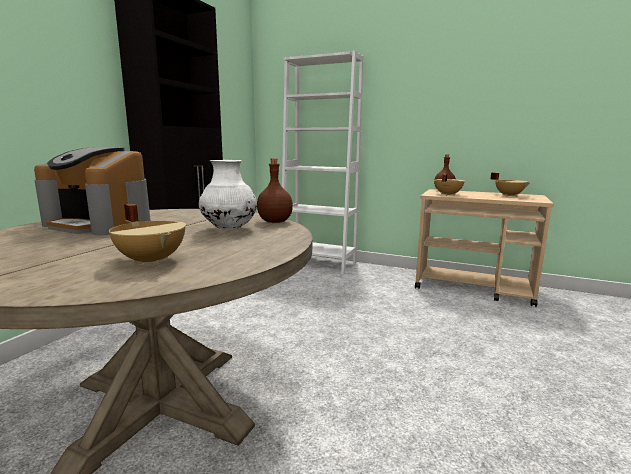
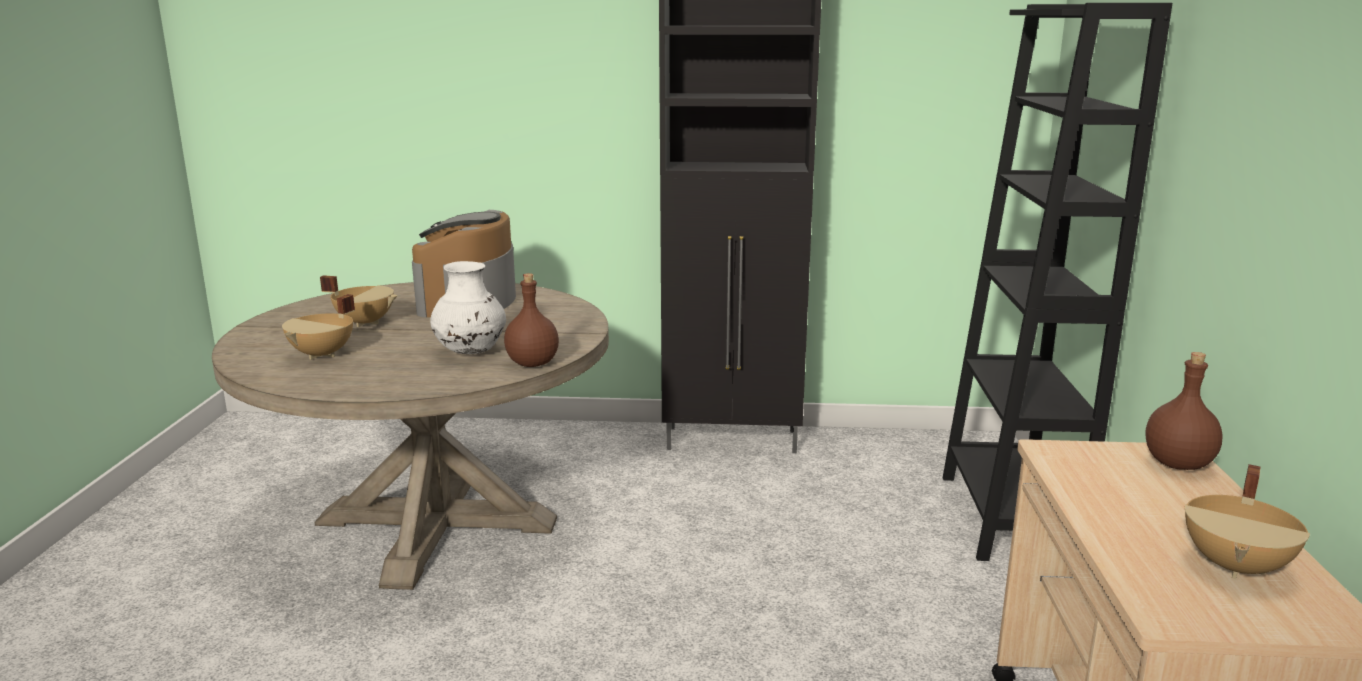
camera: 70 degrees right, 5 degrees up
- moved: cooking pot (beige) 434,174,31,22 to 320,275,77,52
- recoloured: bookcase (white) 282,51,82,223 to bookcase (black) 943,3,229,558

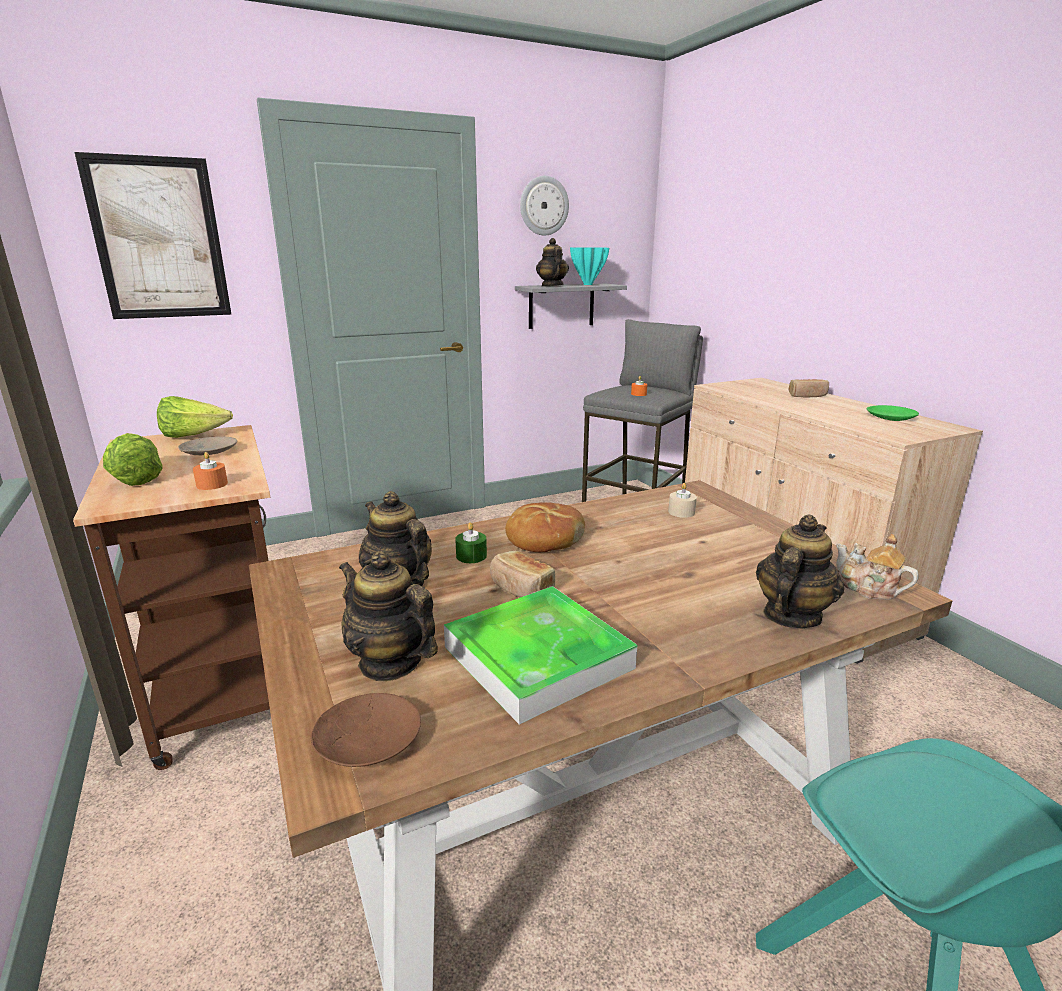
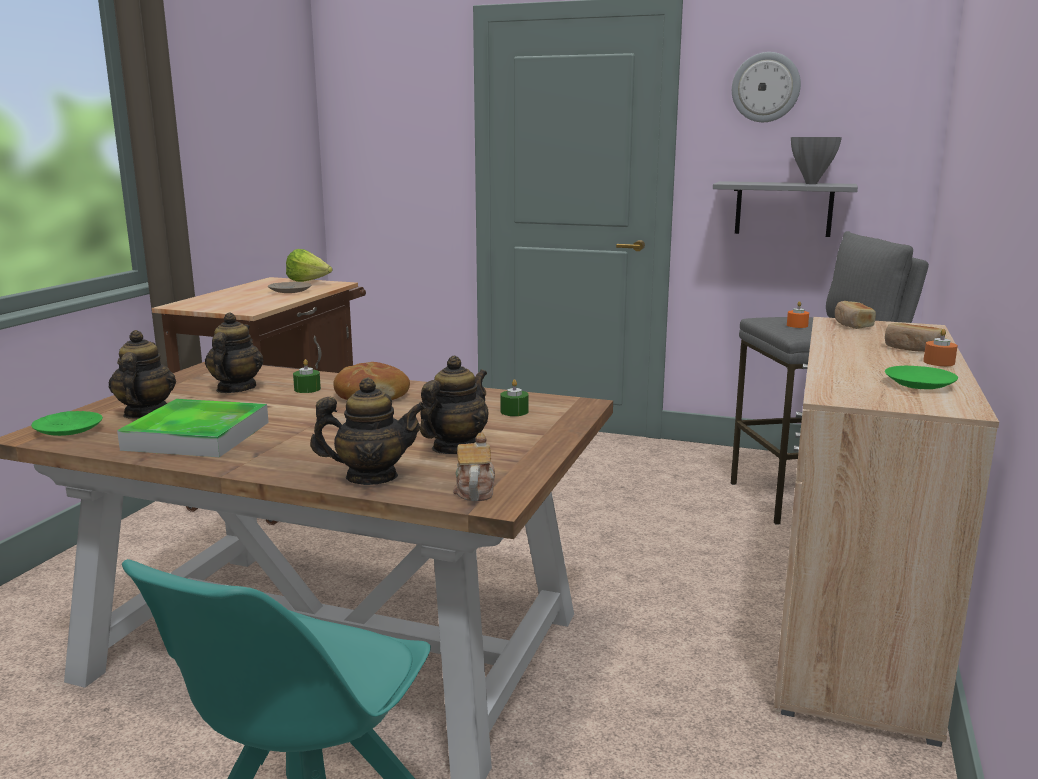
camera: 45 degrees right, 5 degrees down
- recoloured: plate (brown) 310,693,111,74 to plate (green) 31,411,72,25
- moved: teapot 536,238,33,48 to 420,356,69,98
- recoloured: candle (beige) 668,483,29,35 to candle (green) 500,379,29,37
- recoloured: vase (turquoise) 570,248,39,37 to vase (grey) 791,137,51,47
- moved: bread 490,551,65,46 to 835,301,41,28
- moved: candle (orange) 193,452,35,38 to 923,329,35,37
- removed: picture 74,152,158,167
- removed: lettuce 103,433,60,53

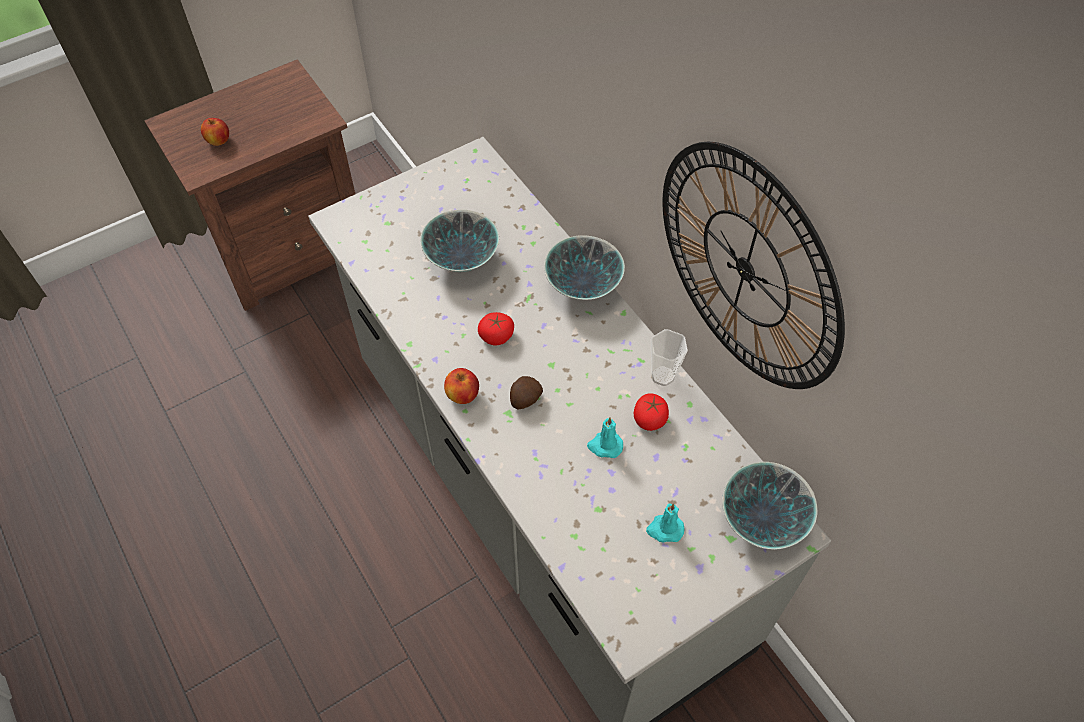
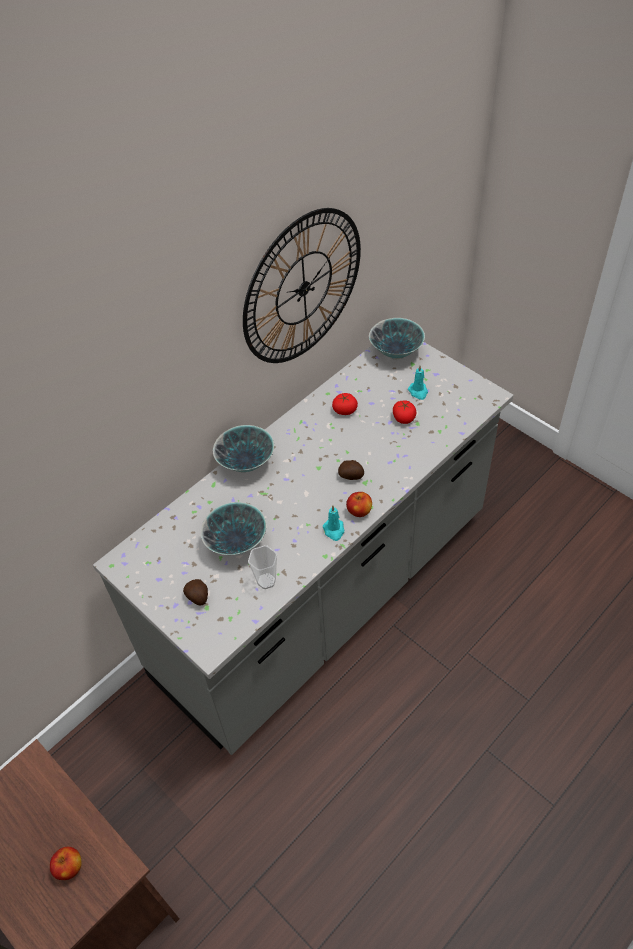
camera: 100 degrees left, 5 degrees down
- added: potato 183,579,25,26
- moved: cup 651,329,37,57 to 248,545,29,44
- moved: candle (turquoise) 587,417,36,41 to 323,505,21,36
- moved: tomato 478,312,36,33 to 393,401,23,23

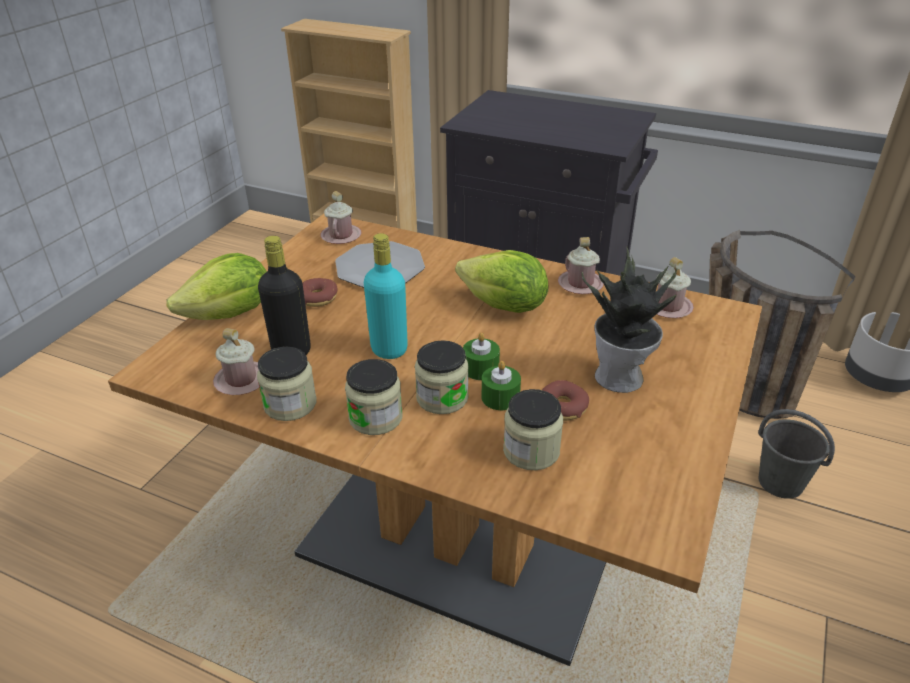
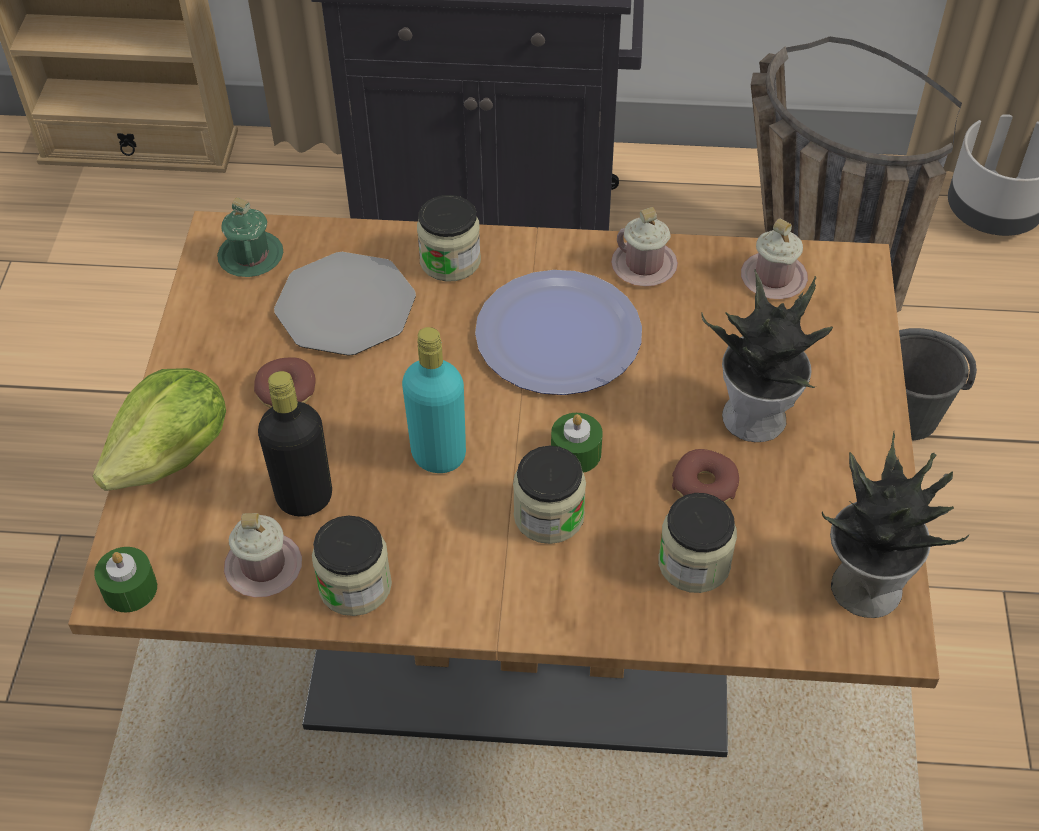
camera: 20 degrees left, 15 degrees up
- moved: candle (green) 481,361,40,49 to 94,547,63,65
- recoloured: mug (pink) 320,191,41,53 to mug (green) 217,197,66,80
- moved: jar 345,359,58,76 to 417,195,64,87
- replaced: lettuce 455,250,93,63 to plate 475,270,167,125
- added: potted plant 822,432,147,186

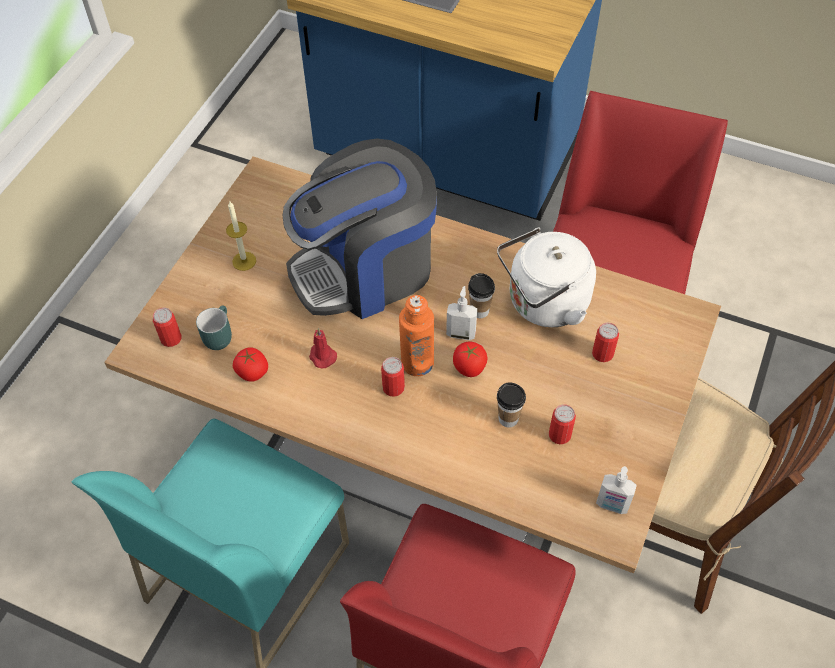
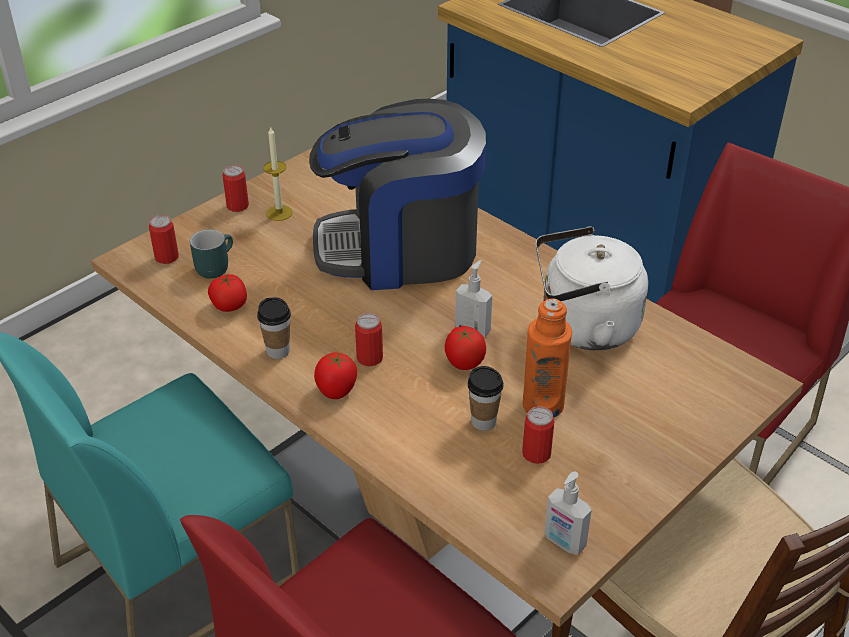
camera: 20 degrees right, 15 degrees down
- moved: can 592,323,27,39 to 222,165,27,47
- moved: cup 468,273,27,45 to 257,297,34,62
- added: tomato 314,352,43,47
- moved: bottle (orange) 399,295,35,81 to 523,298,49,120
- removed: candle (red) 309,328,28,40

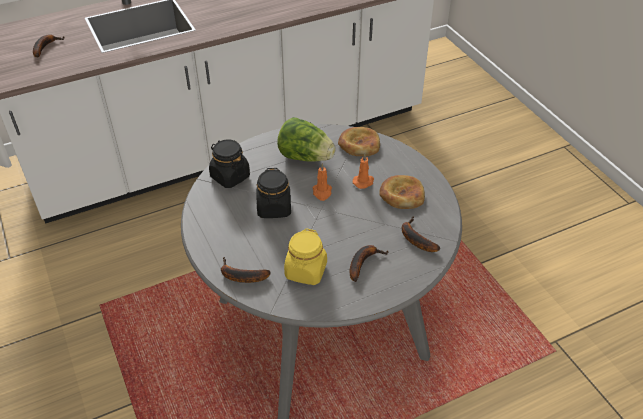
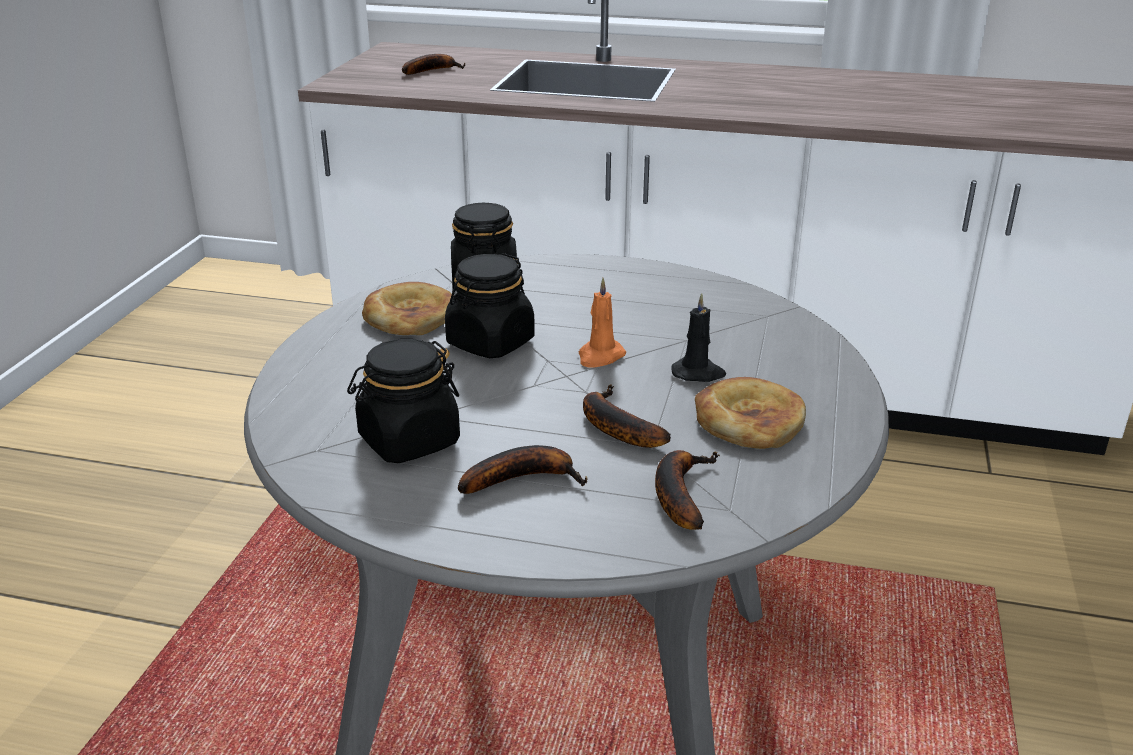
camera: 40 degrees right, 15 degrees down
- recoloured: jar (yellow) 284,228,43,57 to jar (black) 347,339,113,124
- moved: bread 338,127,42,29 to 362,282,90,53
- moved: banana 221,257,50,26 to 583,384,88,64
- recoloured: candle (orange) 353,154,21,35 to candle (black) 672,293,54,89
- removed: lettuce 277,117,59,45

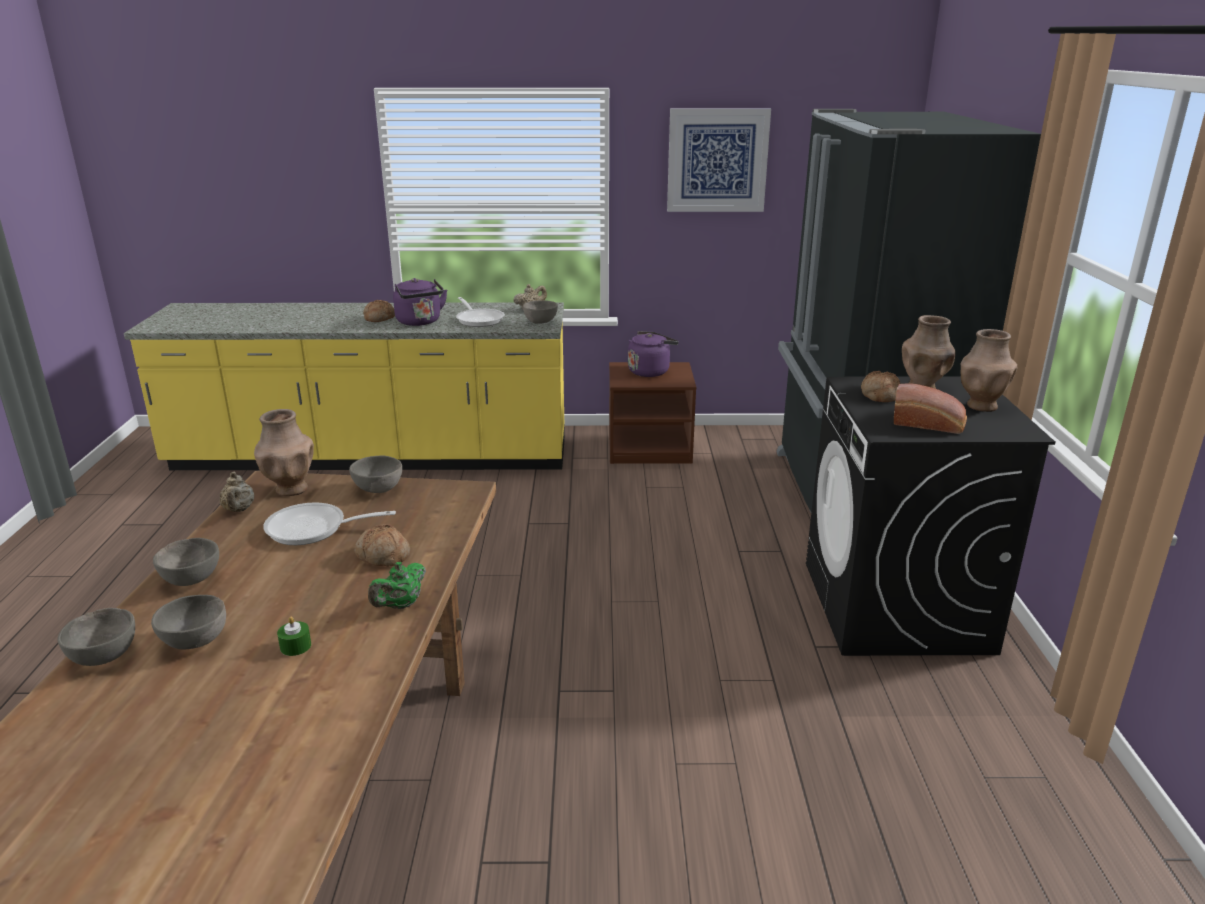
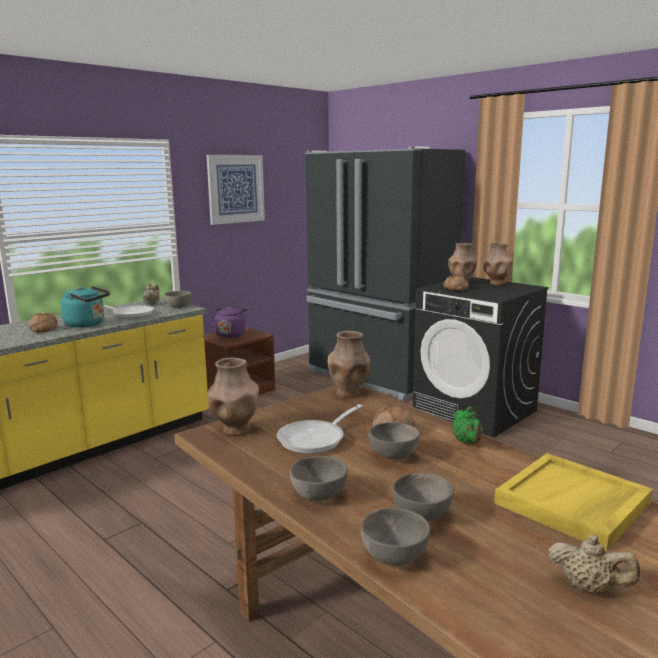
camera: 45 degrees left, 10 degrees down
- recoloured: kettle (purple) 393,278,54,48 to kettle (turquoise) 60,286,50,41
- added: vase (brown) 328,331,42,68
- moved: bowl (grey) 349,455,53,38 to 369,422,51,37
- added: tray (yellow) 494,453,159,98
- moved: teapot (beige) 220,472,34,40 to 549,535,91,58
- removed: candle (green) 277,617,34,39
- removed: bread 894,384,73,50

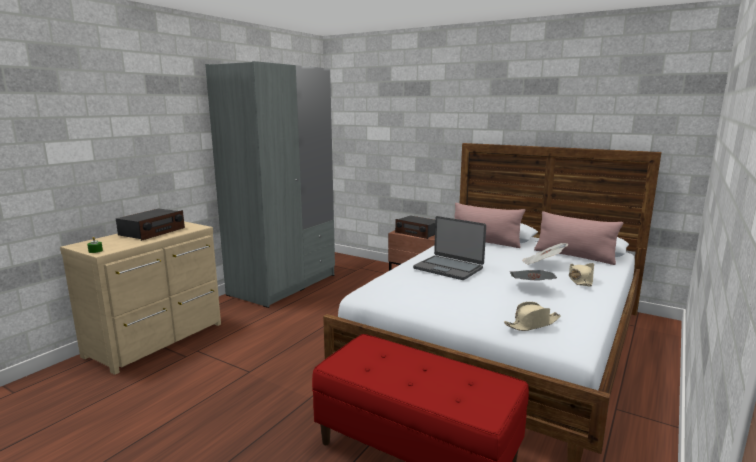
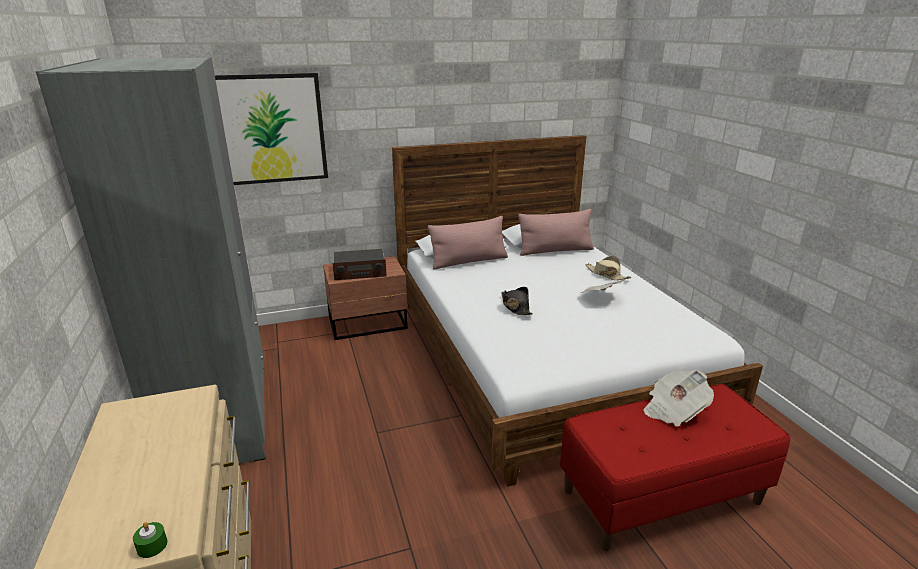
camera: 50 degrees left, 10 degrees up
- added: picture 215,73,113,112
- replaced: laptop 413,216,73,64 to hat (black) 501,287,32,28
- moved: newspaper 522,243,46,22 to 643,369,71,57
- removed: radio 116,208,69,33
- removed: hat (beige) 504,302,56,29

